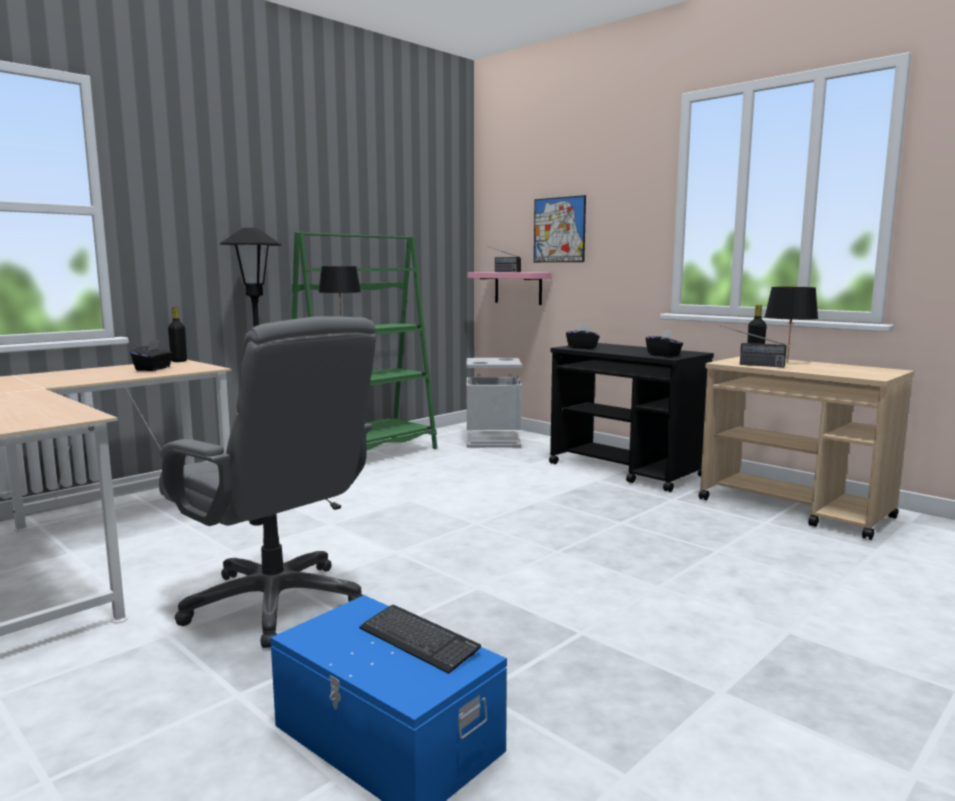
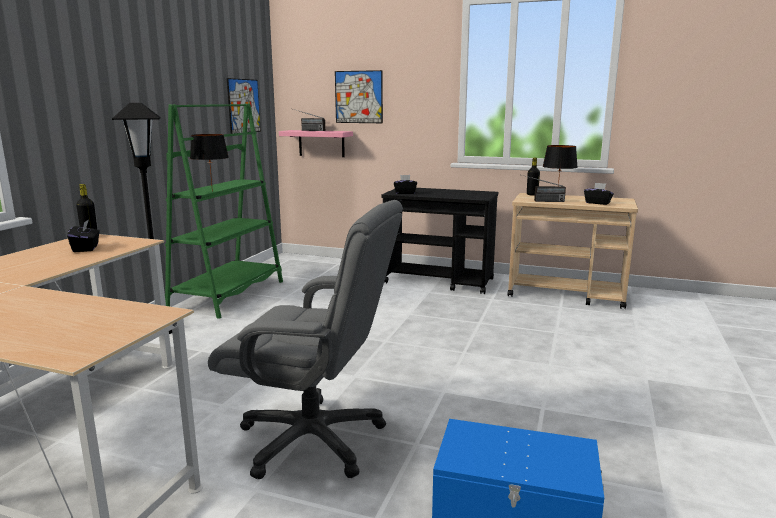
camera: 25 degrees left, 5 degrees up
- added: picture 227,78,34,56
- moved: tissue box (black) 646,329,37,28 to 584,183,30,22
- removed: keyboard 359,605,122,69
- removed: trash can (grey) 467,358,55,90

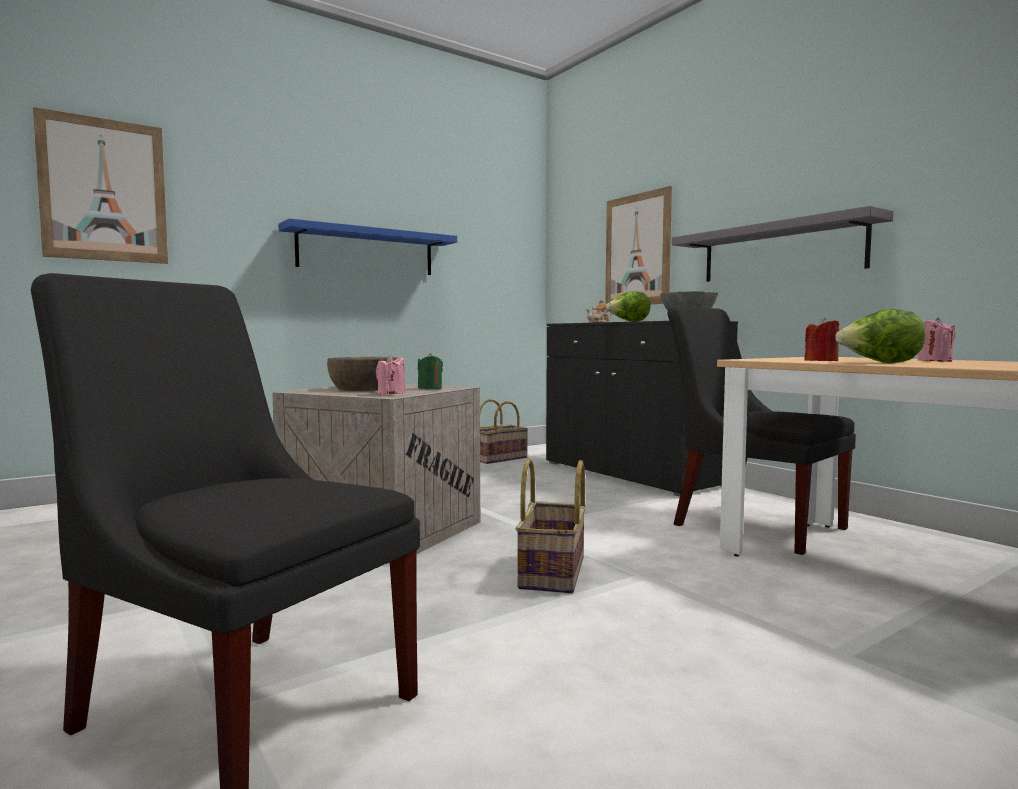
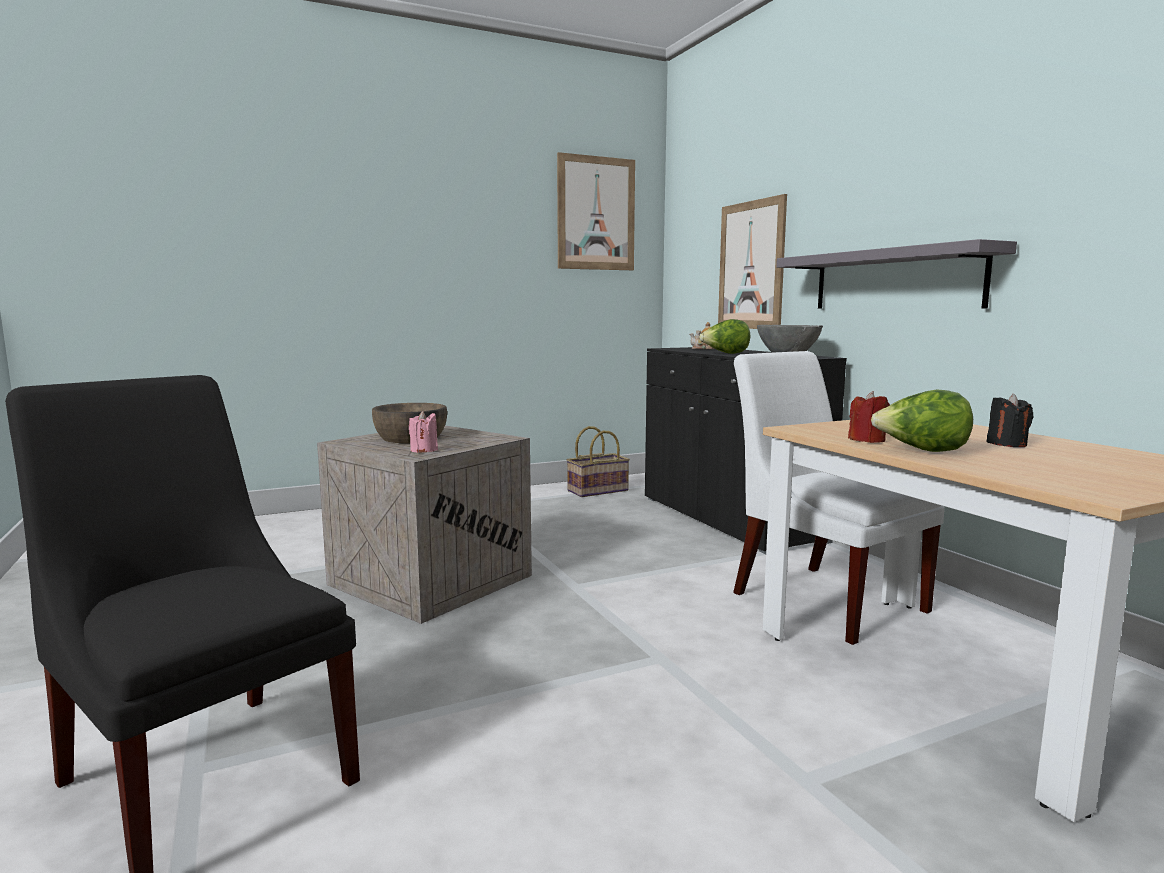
camera: 10 degrees right, 5 degrees up
- moved: picture 33,107,135,157 to 557,152,78,118
- recoloured: chair (black) 668,306,188,249 to chair (white) 733,351,212,294
- recoloured: candle (pink) 917,317,38,45 to candle (black) 987,394,46,53
- removed: shelf (blue) 279,218,178,57
- removed: candle (green) 418,353,25,36
- removed: basket 516,458,70,135

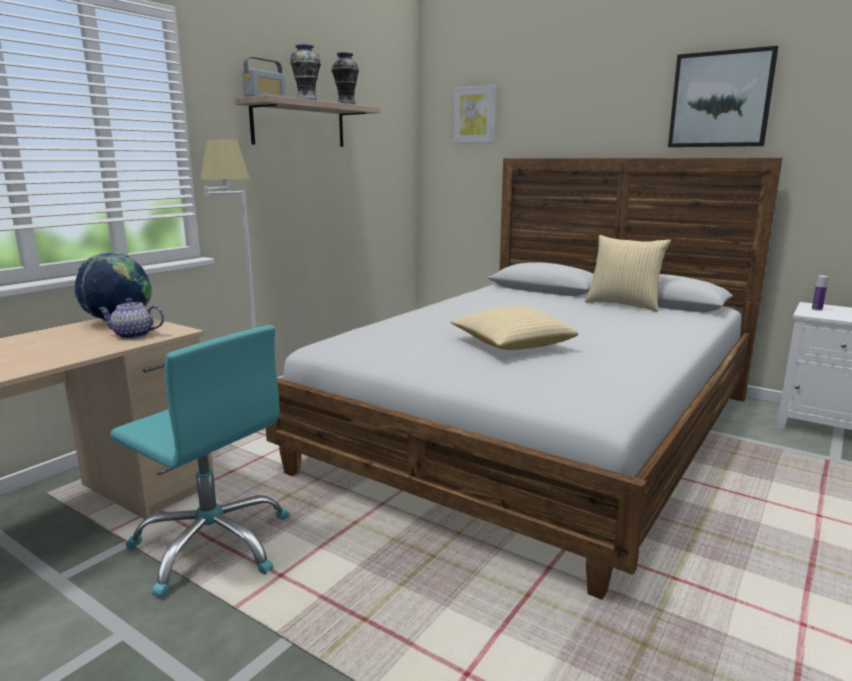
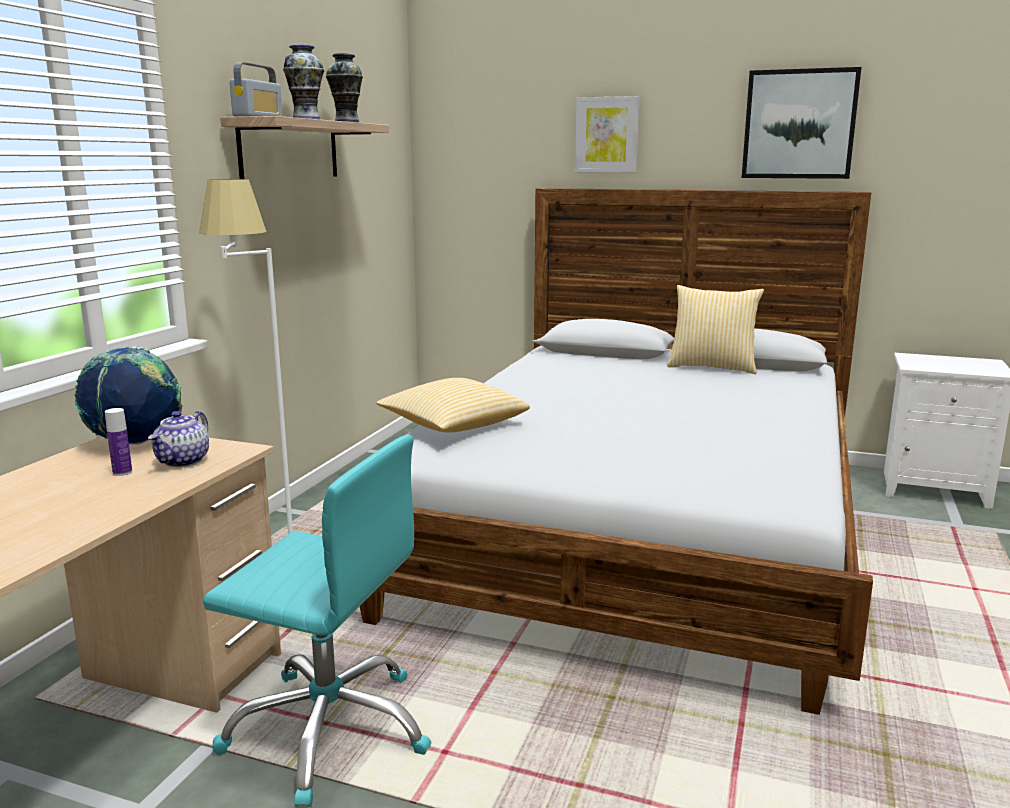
camera: 15 degrees left, 0 degrees up
- moved: bottle 812,275,16,36 to 105,408,27,68
- turned: teapot 98,298,66,41 = 148,411,61,56 60 degrees counterclockwise
- moved: pillow 451,306,127,44 to 376,378,154,55
- moved: picture 453,85,43,58 to 575,96,65,76

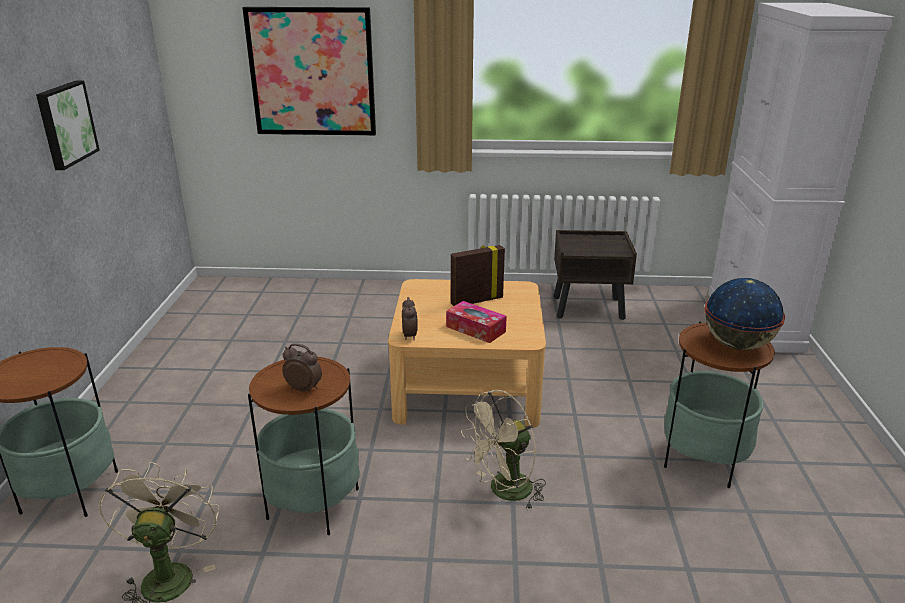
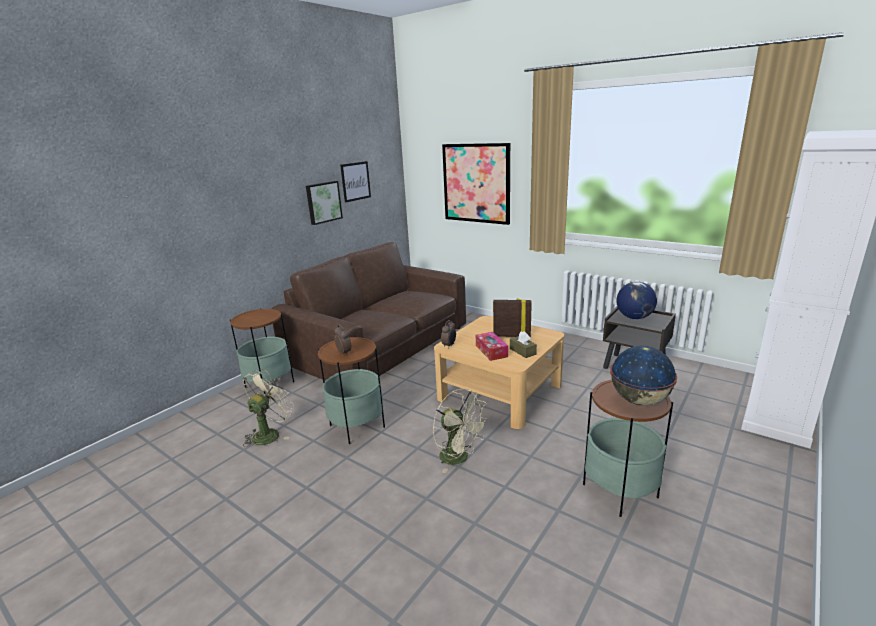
camera: 35 degrees right, 5 degrees down
- added: sofa (brown) 271,242,195,139
- added: picture 340,161,31,42
- turned: fan (beige) 461,390,85,120 = 433,389,56,84 135 degrees counterclockwise
- added: tissue box (brown) 510,331,27,27
- added: globe 617,282,40,37

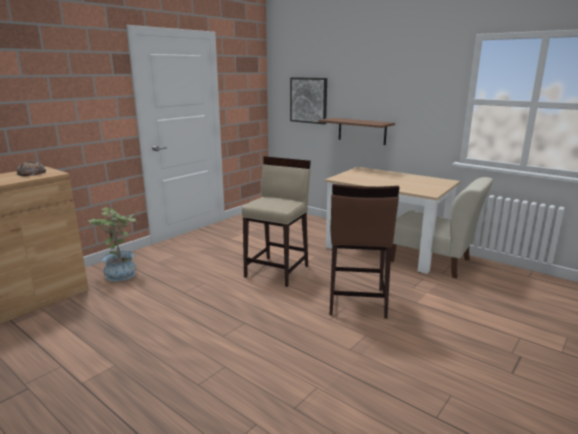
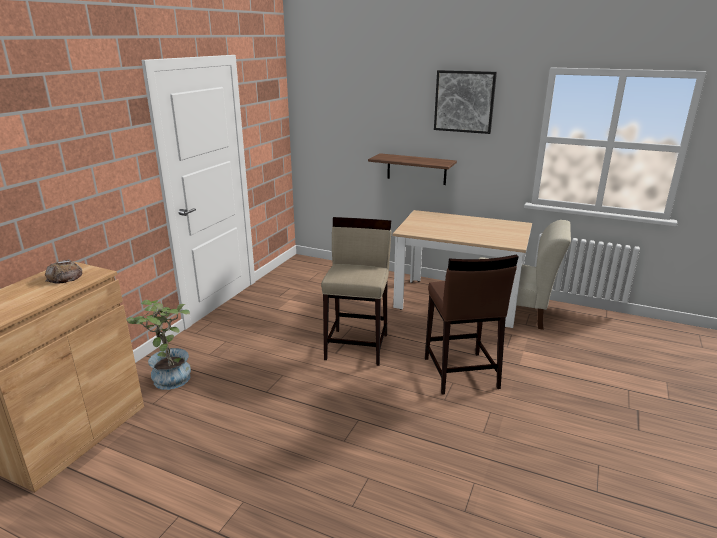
camera: 15 degrees left, 5 degrees up
- moved: picture 290,77,37,47 to 434,70,63,64

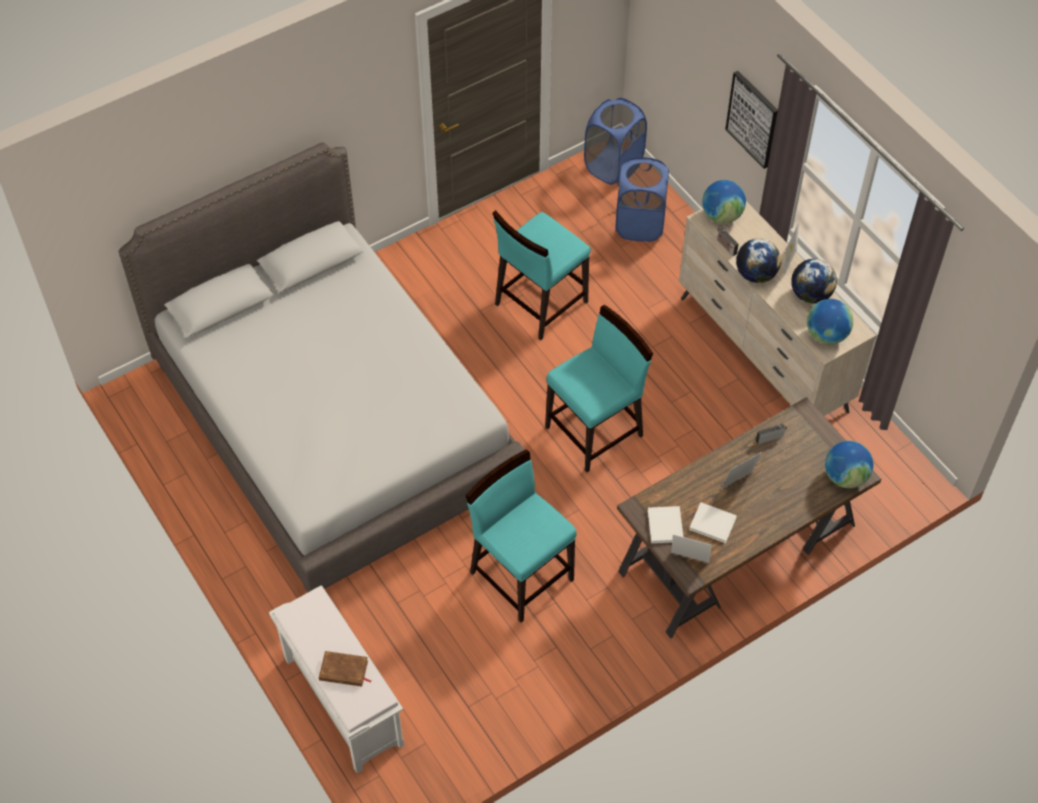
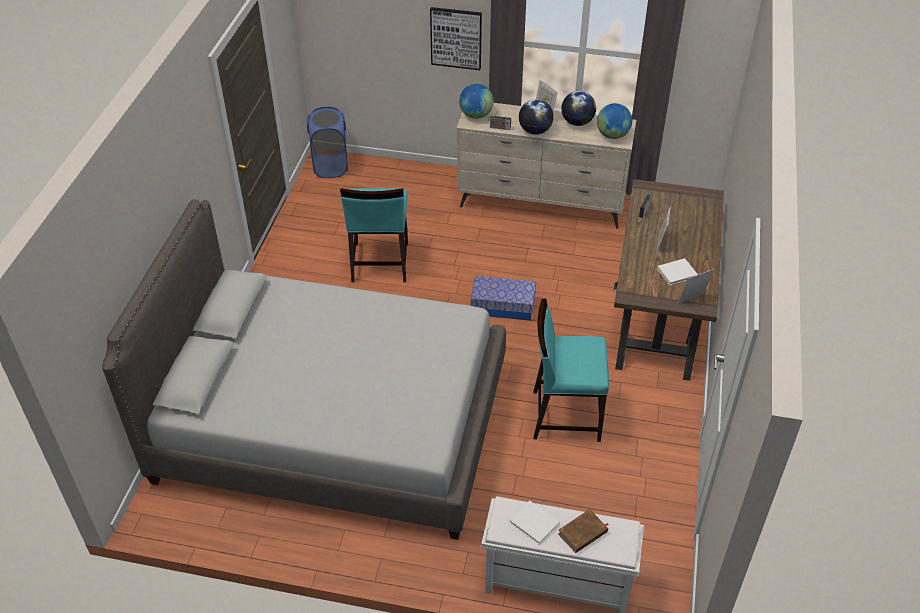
camera: 45 degrees left, 10 degrees down
- replaced: chair (turquoise) 545,305,108,167 to storage box 471,276,65,45
- moved: book (white) 648,506,35,37 to 509,500,51,45
- removed: laundry basket (blue) 615,157,54,85
- removed: globe 825,441,48,47

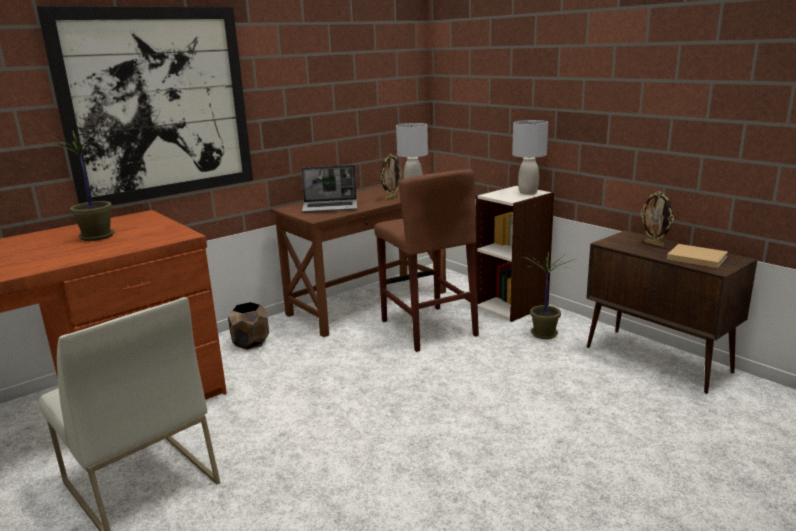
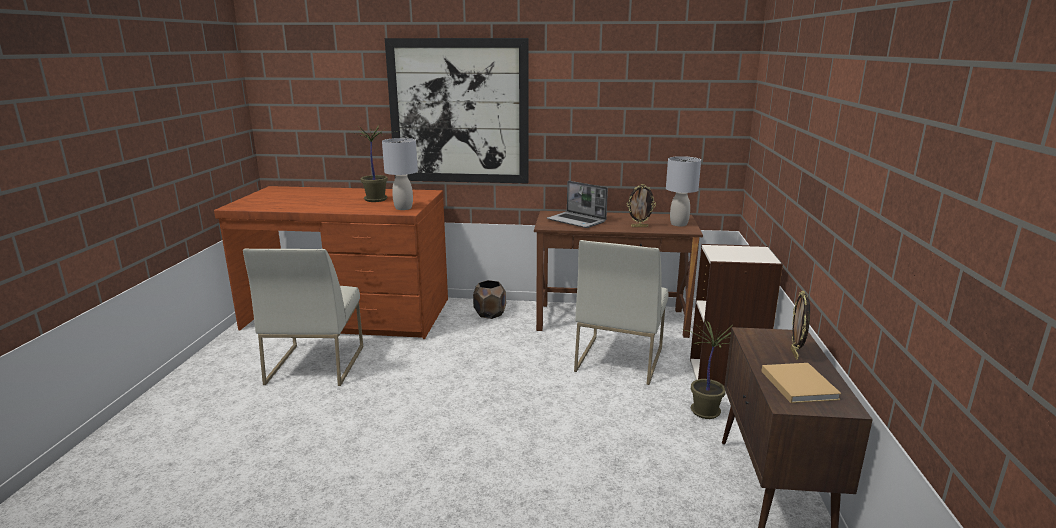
camera: 45 degrees right, 0 degrees up
- moved: table lamp (grey) 512,120,36,75 to 382,138,36,72
- replaced: stool (brown) 374,169,105,183 to chair (white) 574,240,94,145

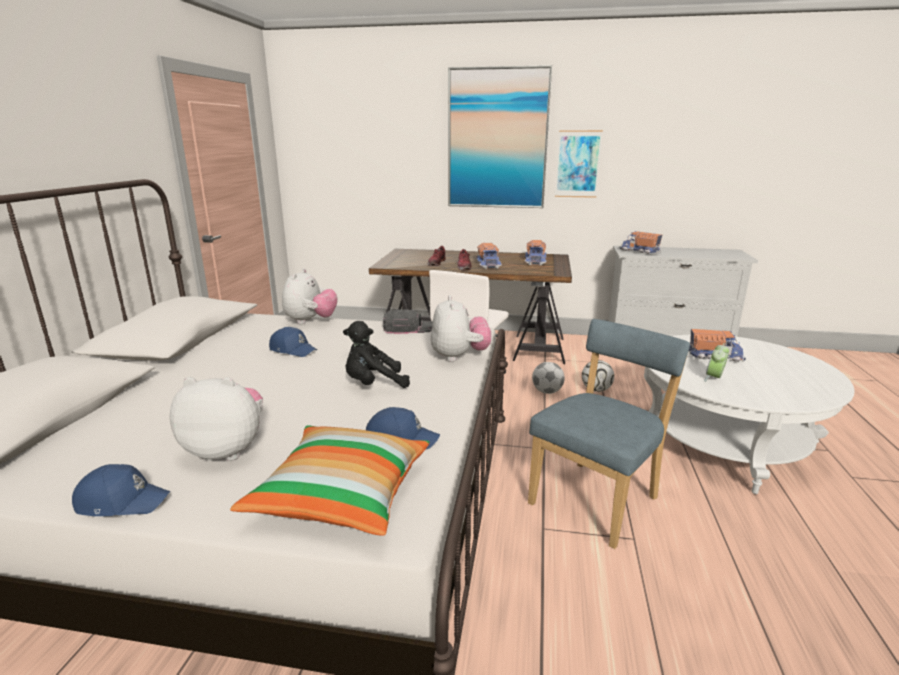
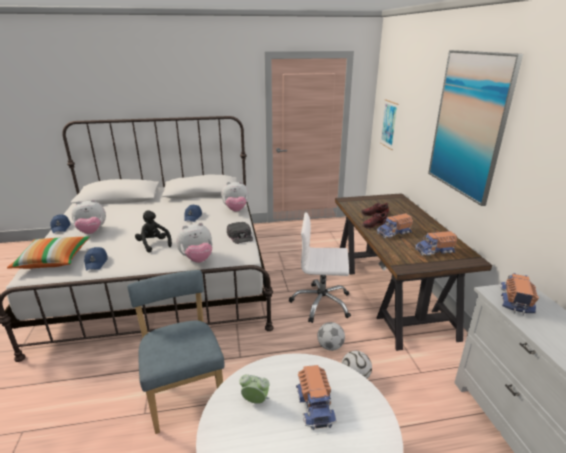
camera: 70 degrees right, 5 degrees up
- turned: plush toy 170,377,93,84 = 71,199,35,35 90 degrees clockwise
- turned: chair (blue) 528,319,162,230 = 127,270,97,164 135 degrees counterclockwise
- moved: picture 555,130,48,68 to 380,99,18,51

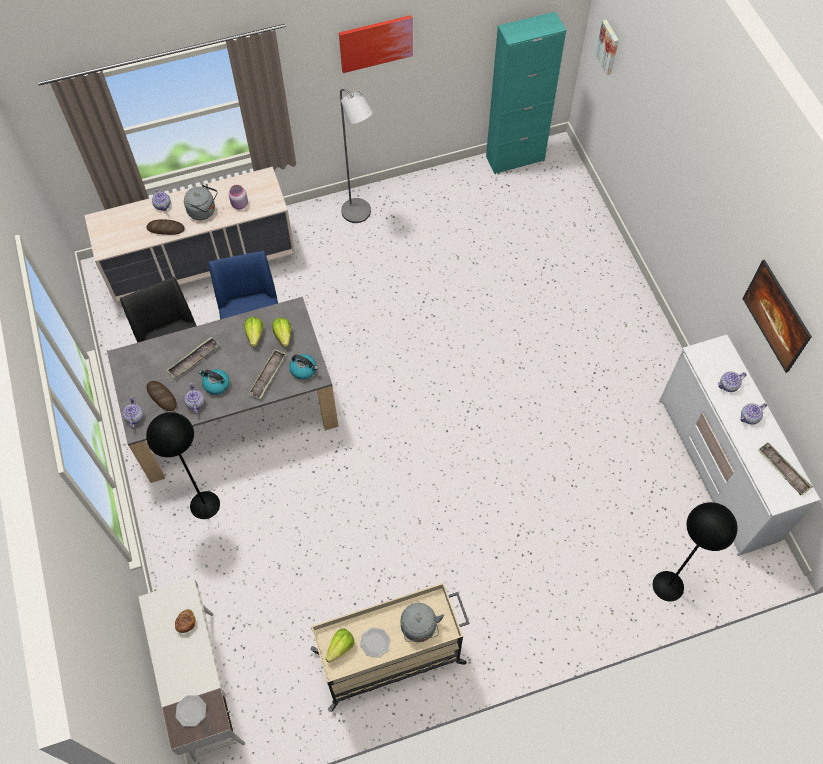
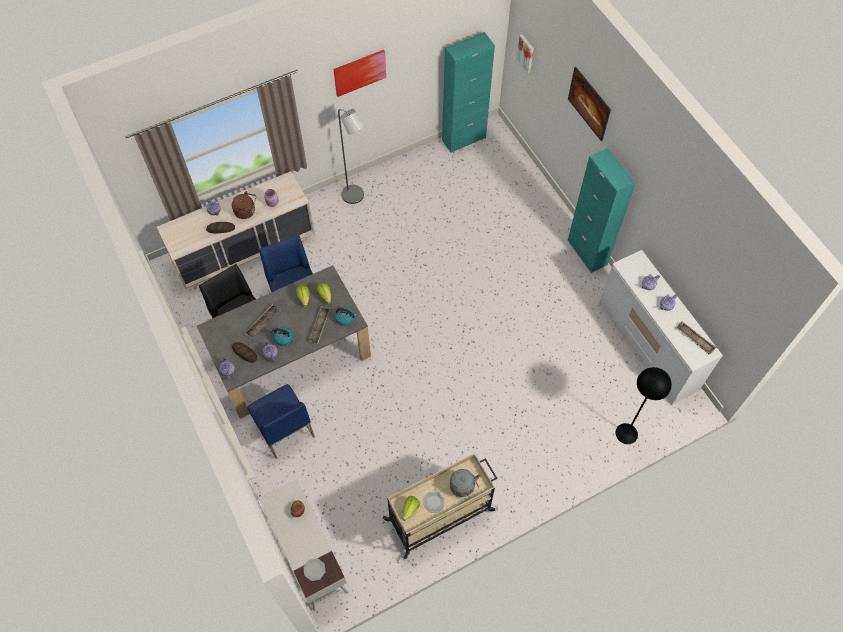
camera: 10 degrees left, 0 degrees up
- recoloured: kettle (grey) 184,184,33,36 to kettle (brown) 232,191,24,28
- replaced: floor lamp (black) 146,412,74,107 to chair (blue) 247,384,68,75
- moved: picture 743,260,69,113 to 568,67,43,74
- added: cabinet (turquoise) 568,148,68,125

